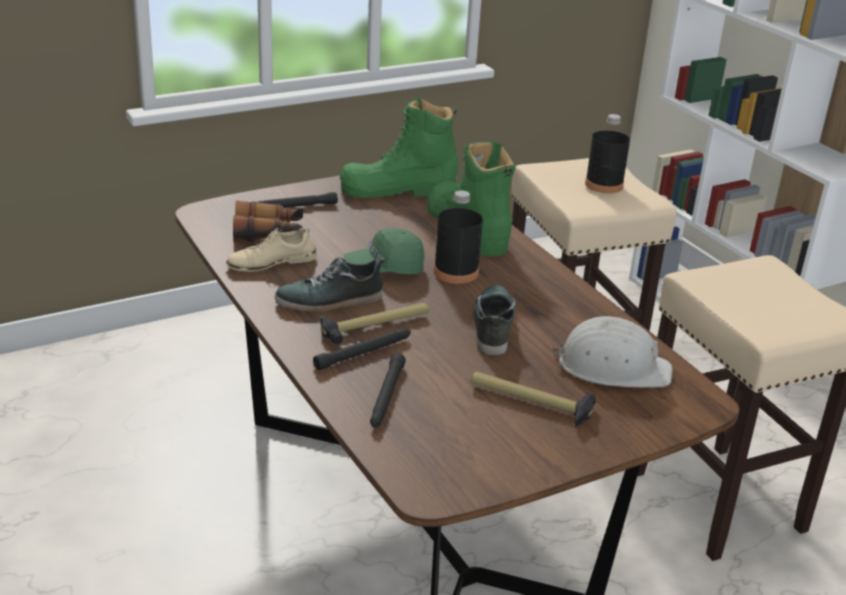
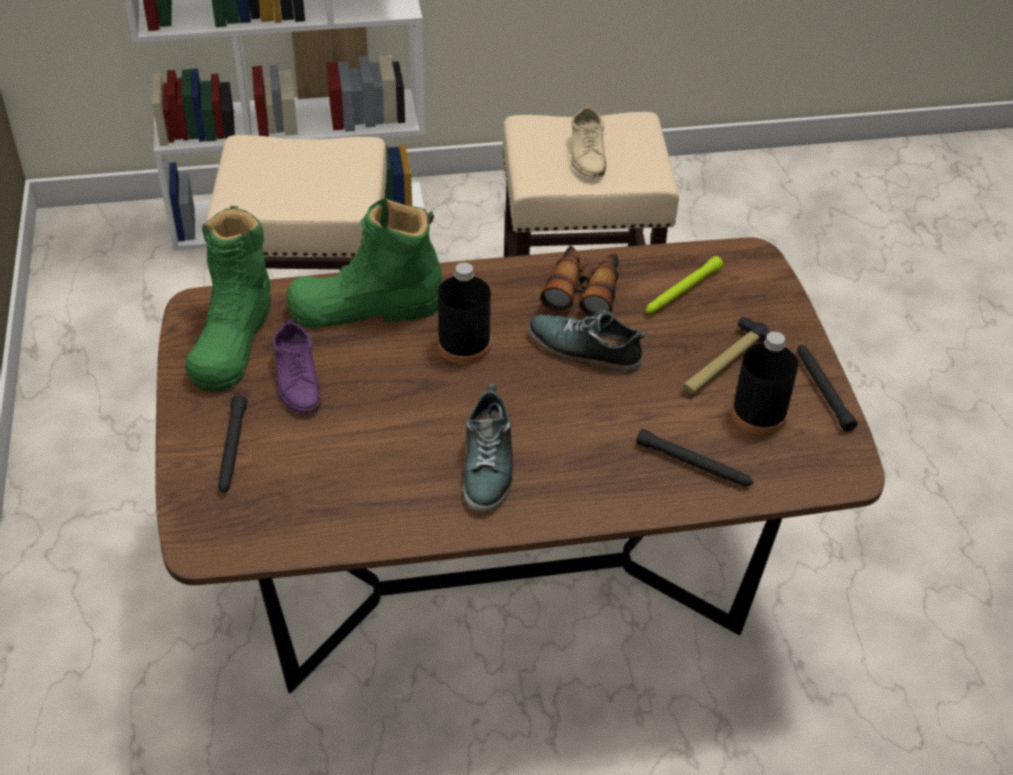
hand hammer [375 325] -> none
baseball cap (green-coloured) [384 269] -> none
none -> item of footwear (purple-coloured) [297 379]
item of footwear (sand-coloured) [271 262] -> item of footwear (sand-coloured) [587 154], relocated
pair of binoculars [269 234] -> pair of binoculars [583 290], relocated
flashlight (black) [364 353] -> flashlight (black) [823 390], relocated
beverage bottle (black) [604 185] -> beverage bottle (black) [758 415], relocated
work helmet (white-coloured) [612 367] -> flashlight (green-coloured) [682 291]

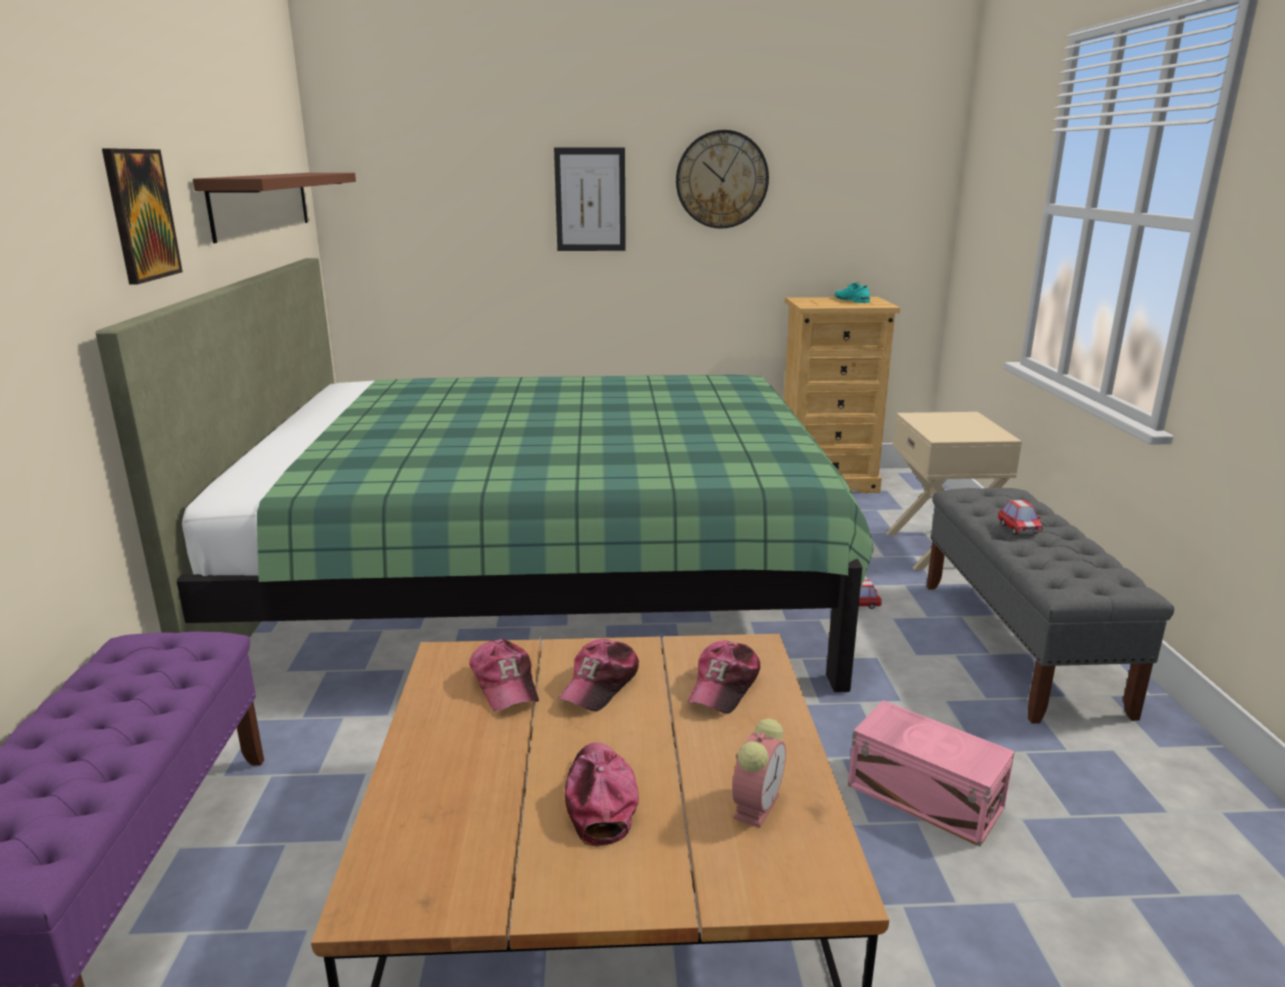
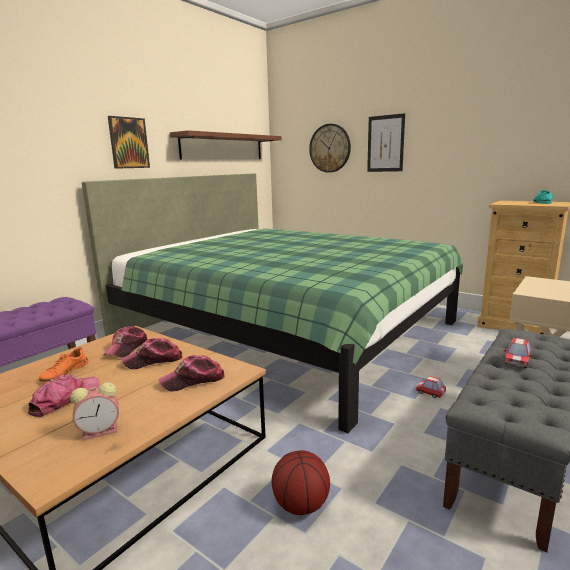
none -> item of footwear (orangey) [64 372]
clock on the wall [721 179] -> clock on the wall [330 148], relocated
storage box (pink) [923 794] -> basketball [301 505]

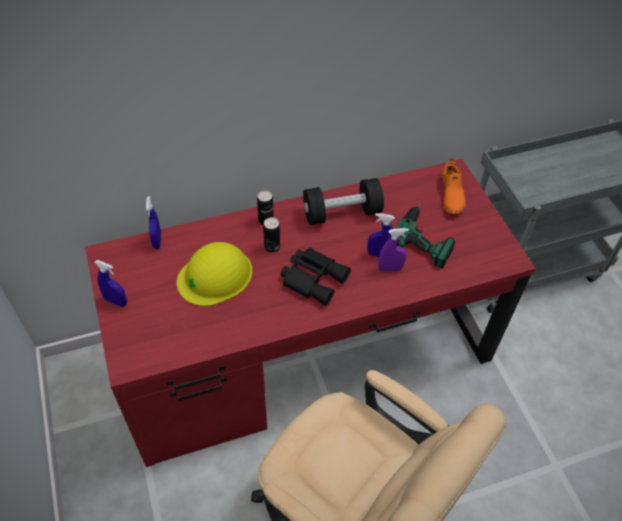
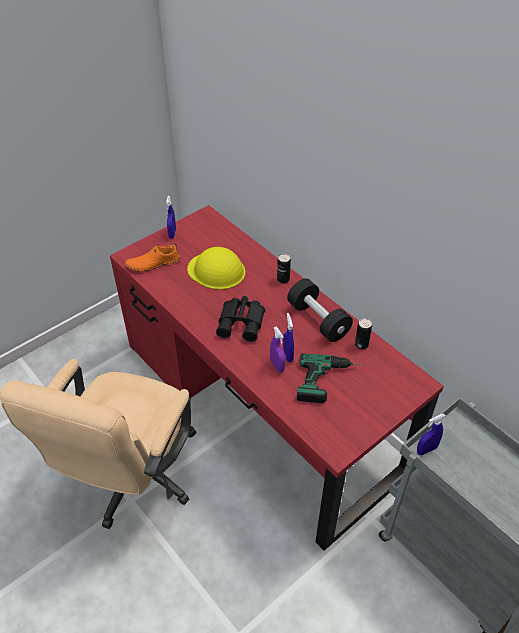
spray bottle (bluish) [157 241] -> spray bottle (bluish) [426 450], relocated
can [272 247] -> can [361 344], relocated
item of footwear (orangey) [451 194] -> item of footwear (orangey) [153 263], relocated

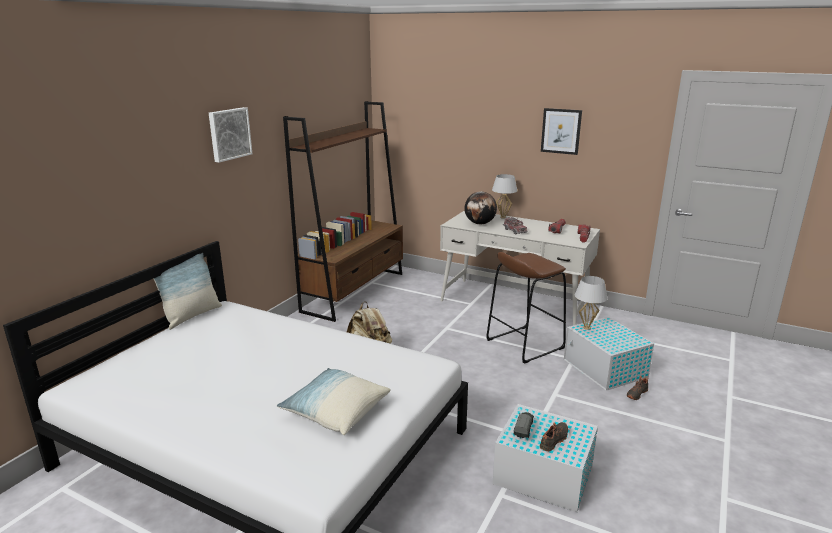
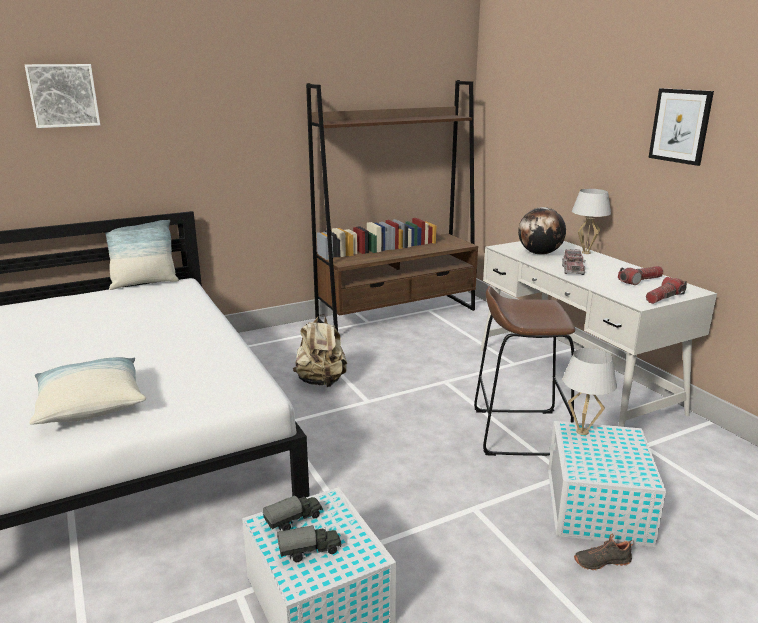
wall art [229 134] -> wall art [63 95], relocated
item of footwear (black) [554 440] -> toy truck [310 551]

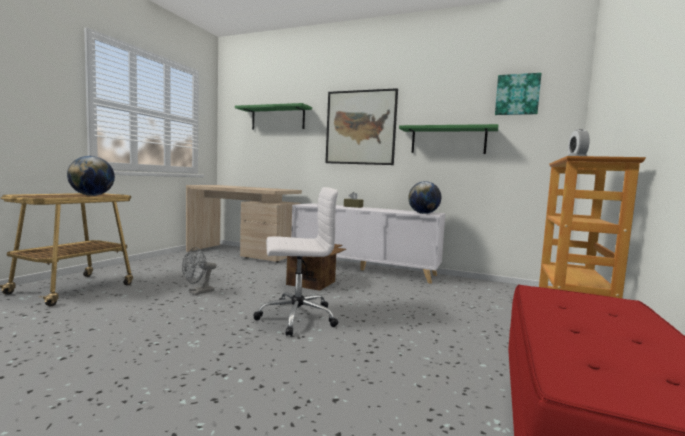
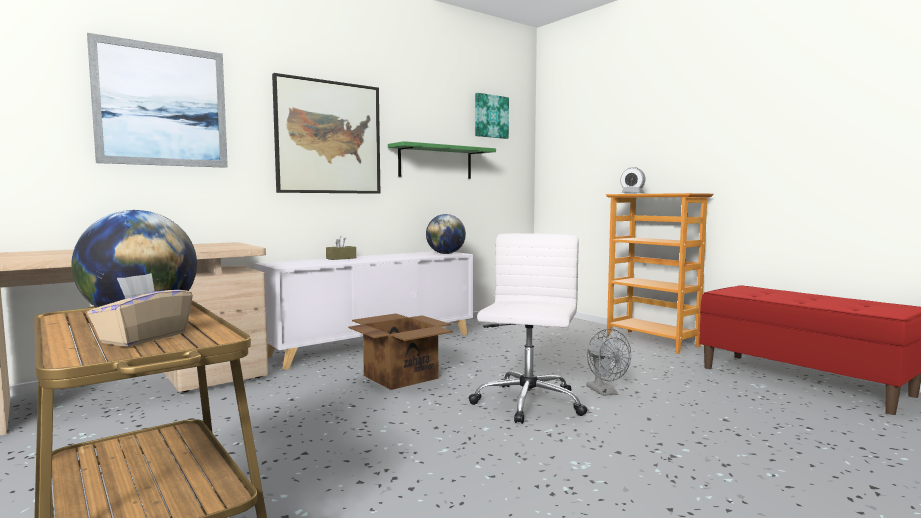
none -> tissue holder (sand-coloured) [143 338]
cooling fan (grey) [198 292] -> cooling fan (grey) [605 392], relocated
wall shelf (green-coloured) [278 118] -> wall art [162 105]

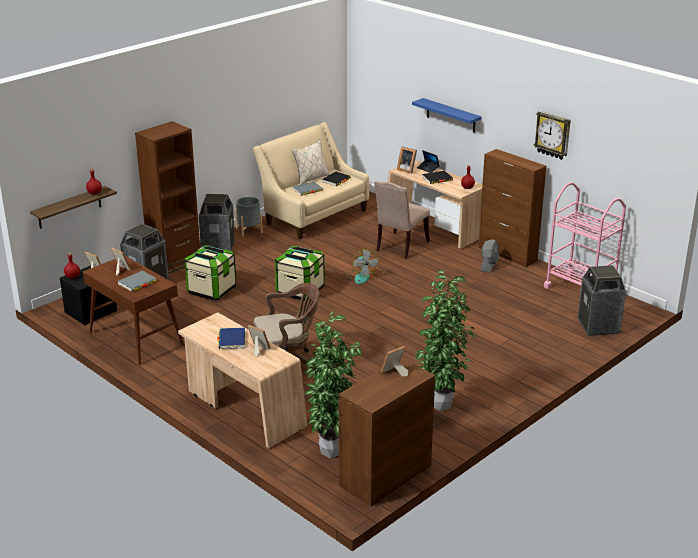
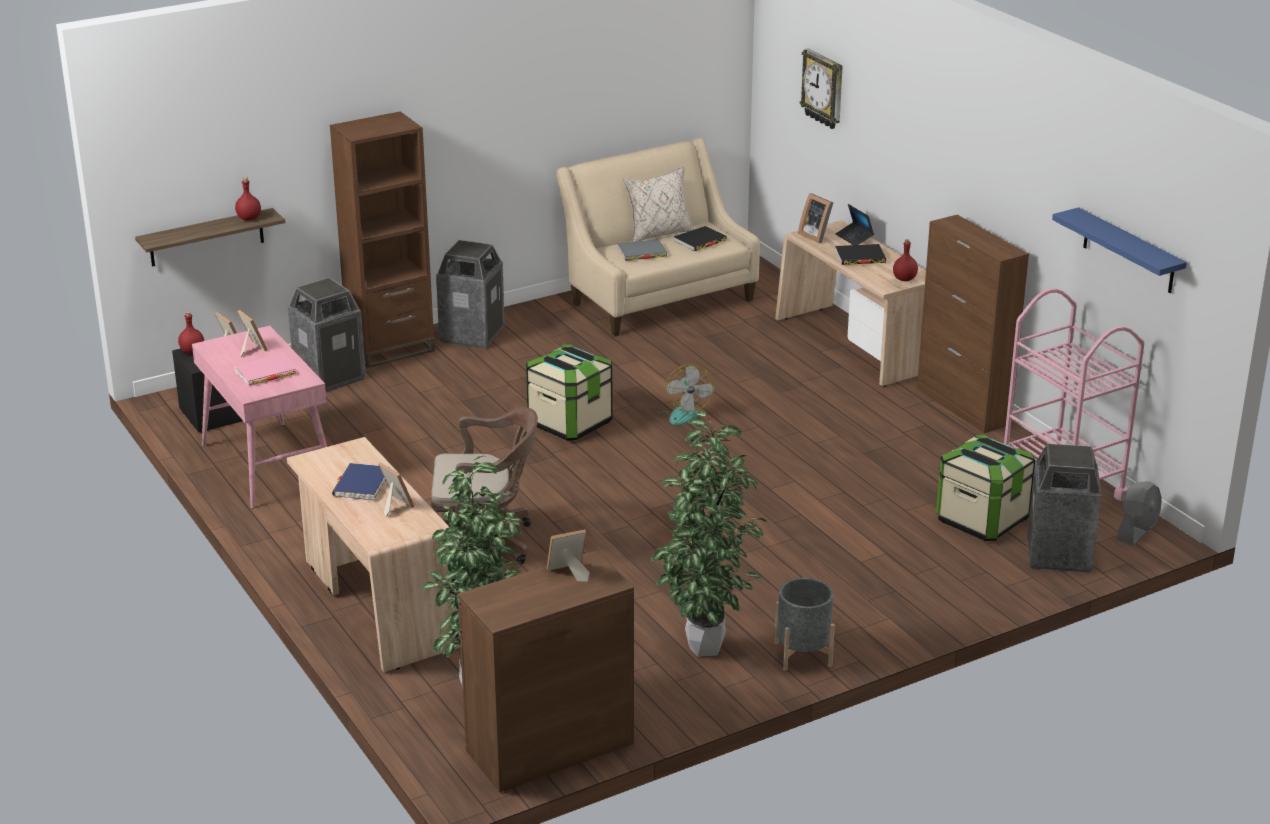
upright chair (sand-coloured) [400 247] -> none
storage box [211 290] -> storage box [981 520], relocated
plant pot (grey) [249 230] -> plant pot (grey) [803 654], relocated
wall shelf (bluish) [451 115] -> wall shelf (bluish) [1129 251], relocated
cooling fan (grey) [489 265] -> cooling fan (grey) [1137 531], relocated
clock on the wall [553 135] -> clock on the wall [824 89], relocated
desk unit (brown) [135 338] -> desk unit (pink) [267 464]
volume (grey) [137 283] -> volume (pink) [265 373]

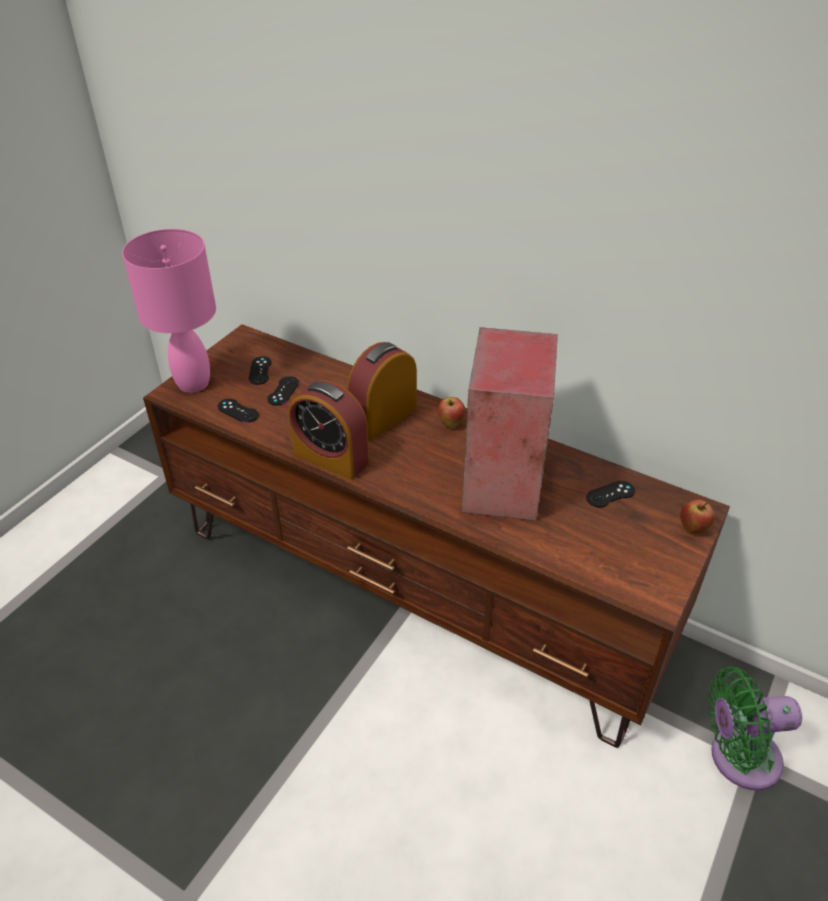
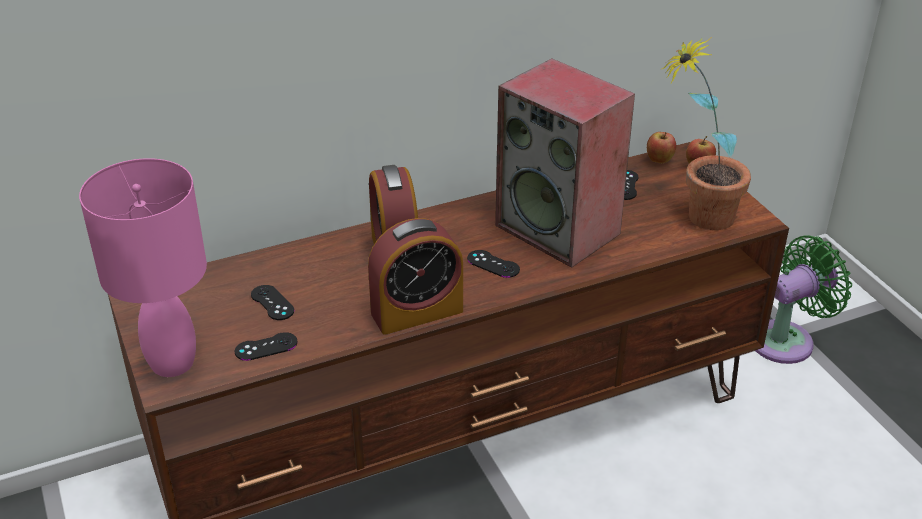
none -> potted plant [696 217]
gamepad (black) [260 371] -> gamepad (black) [493 264], relocated
apple fruit [450 424] -> apple fruit [659 161], relocated
cooling fan (green-coloured) [738 757] -> cooling fan (green-coloured) [787 340], 150 degrees counterclockwise

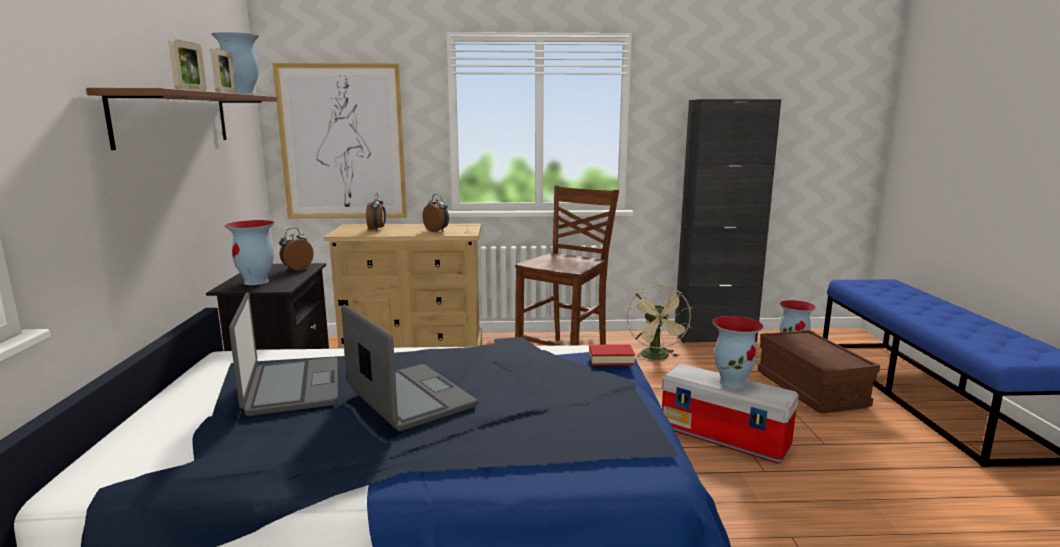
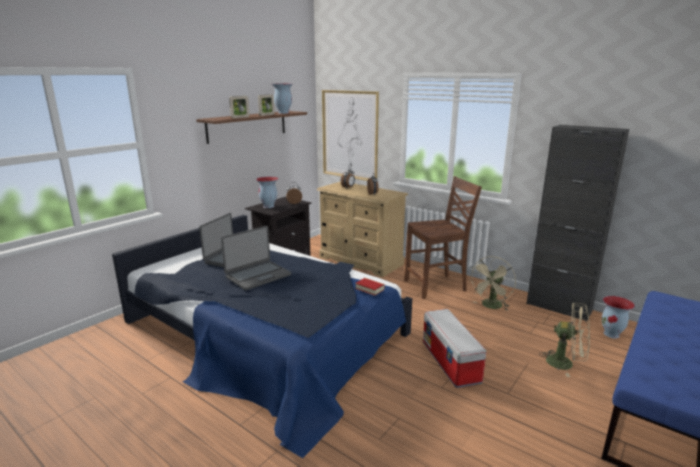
vase [732 382] -> none
storage box (brown) [811 389] -> cooling fan (sand-coloured) [565 363]
portable computer [409 398] -> portable computer [257 276], 45 degrees clockwise

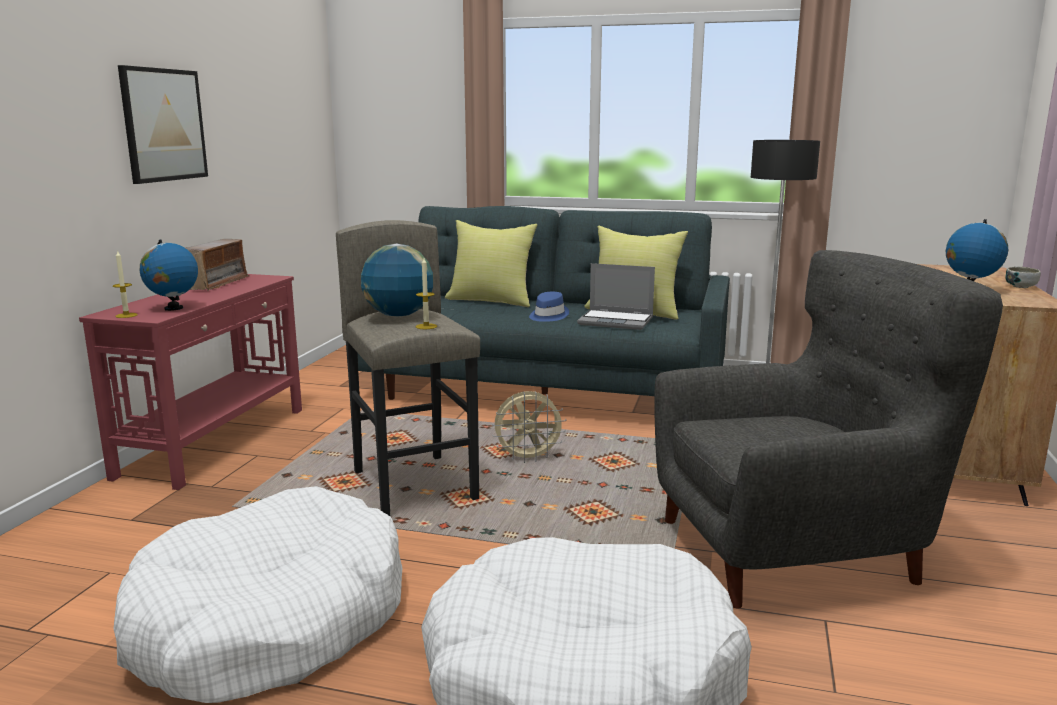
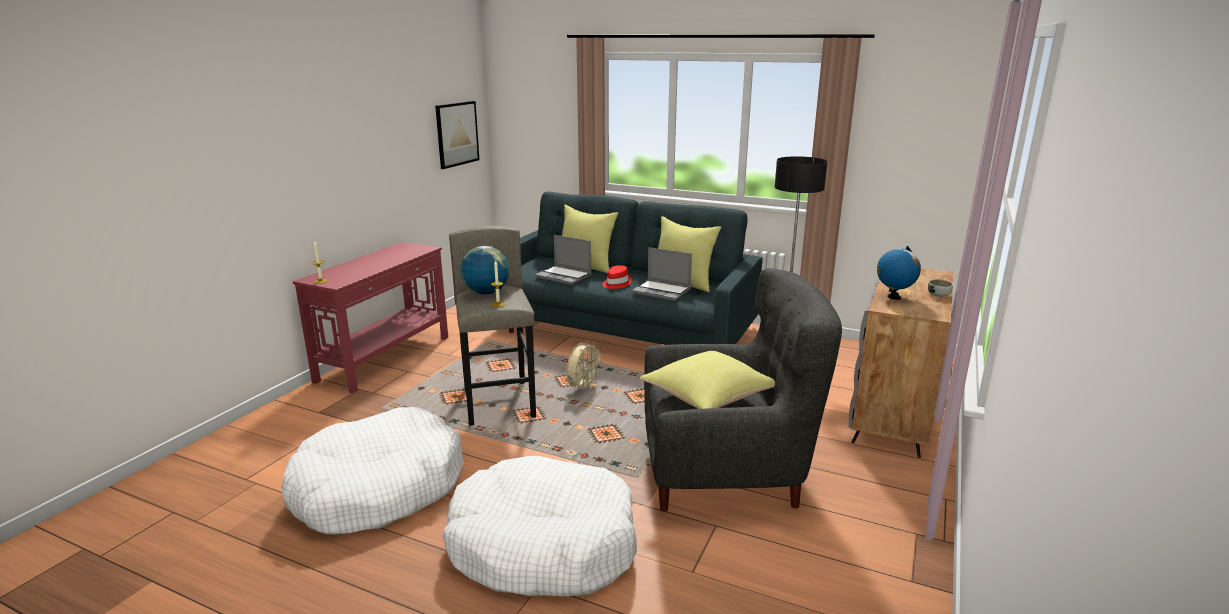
world globe [173 308] -> none
radio set [216 284] -> none
none -> portable computer [564 276]
none -> cushion (yellow) [708 400]
wall art [164 125] -> wall art [457 134], relocated
hat (bluish) [548 316] -> hat (red-coloured) [616 283]
cooling fan (sand-coloured) [528 458] -> cooling fan (sand-coloured) [583 388], 60 degrees counterclockwise

